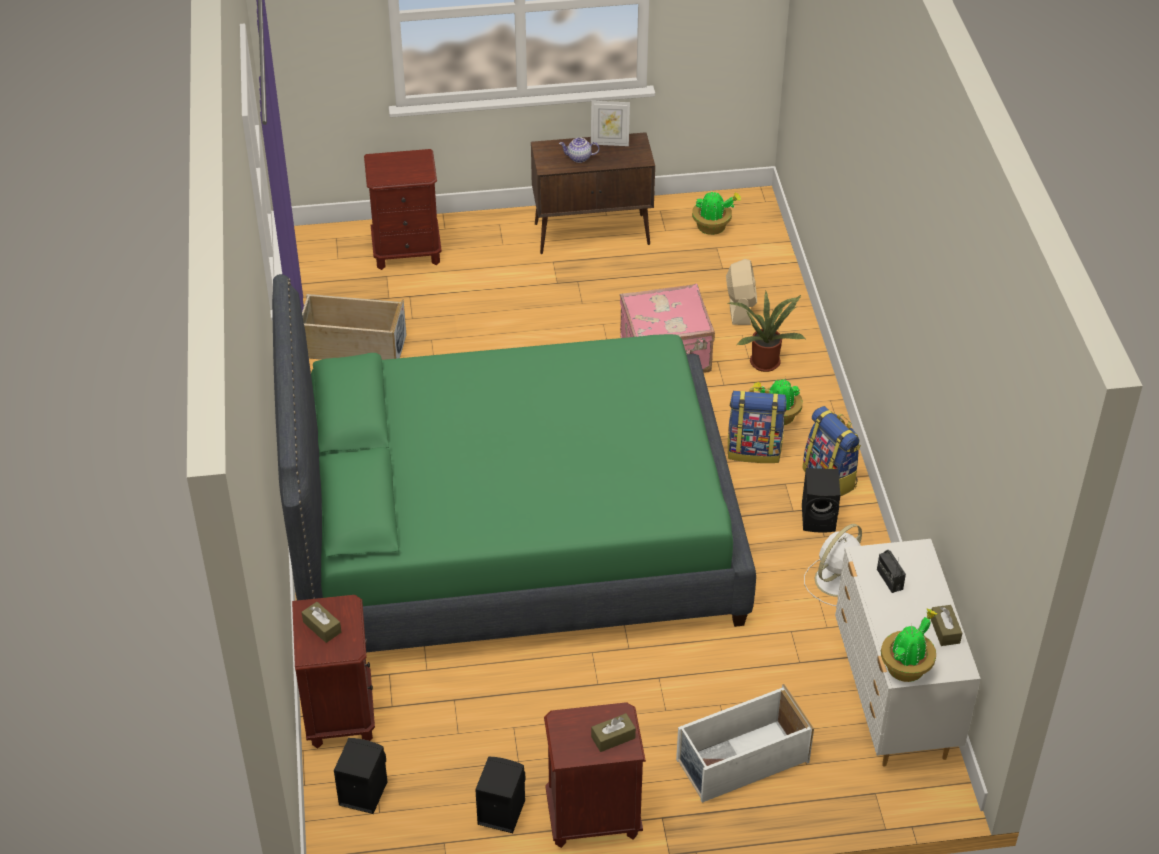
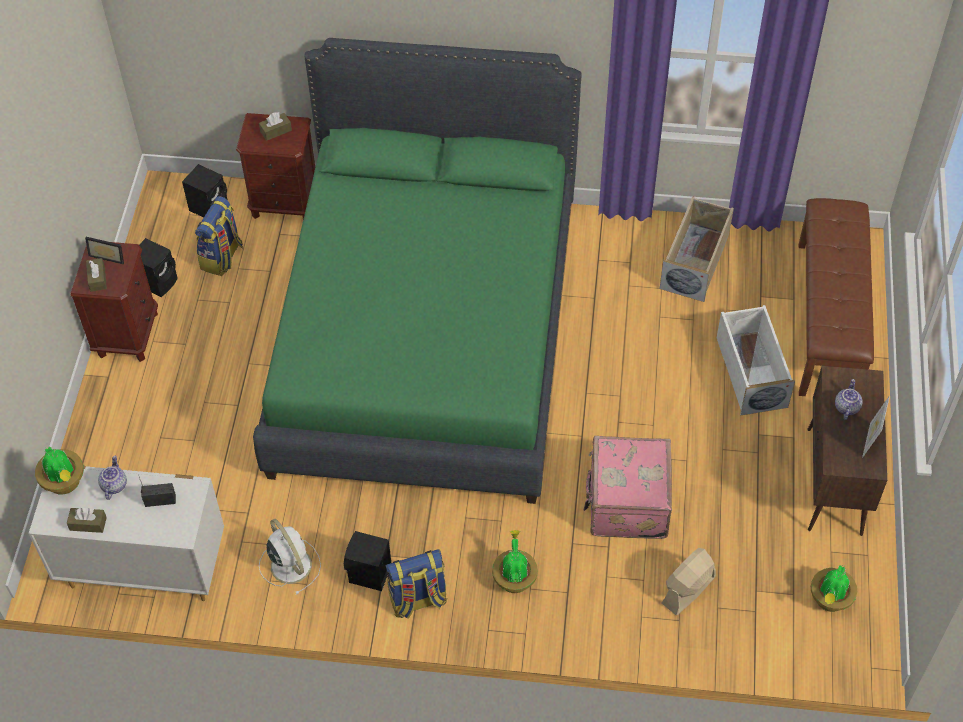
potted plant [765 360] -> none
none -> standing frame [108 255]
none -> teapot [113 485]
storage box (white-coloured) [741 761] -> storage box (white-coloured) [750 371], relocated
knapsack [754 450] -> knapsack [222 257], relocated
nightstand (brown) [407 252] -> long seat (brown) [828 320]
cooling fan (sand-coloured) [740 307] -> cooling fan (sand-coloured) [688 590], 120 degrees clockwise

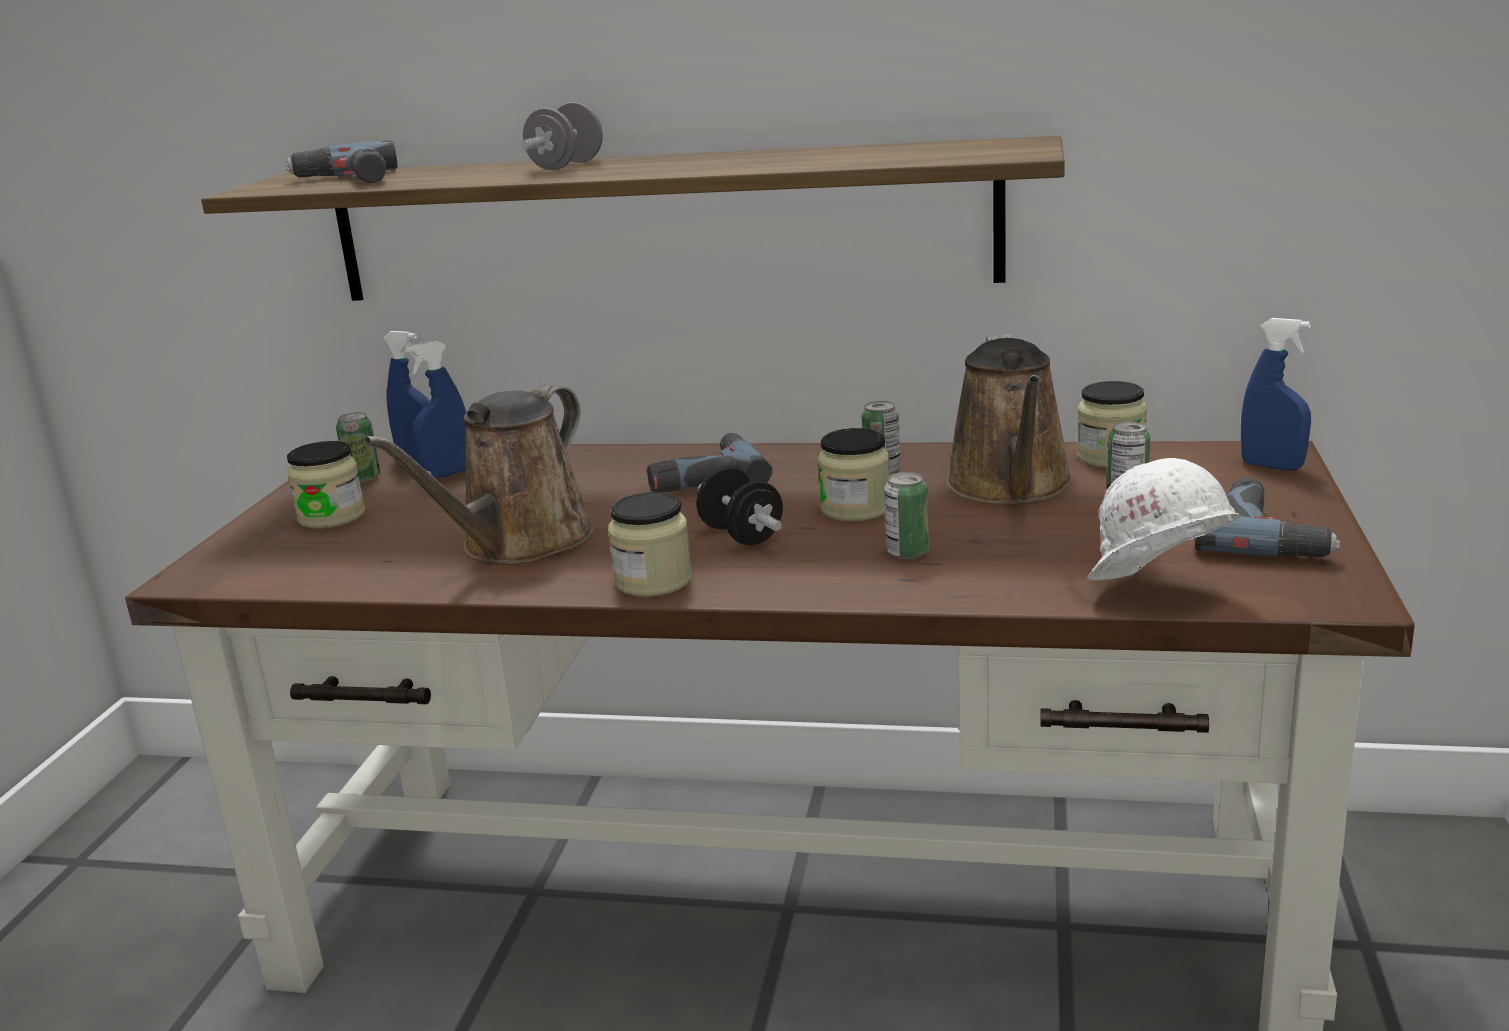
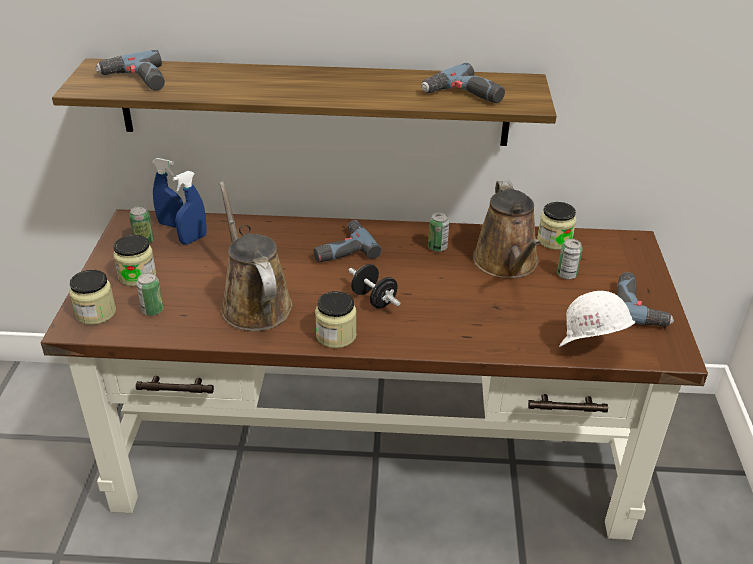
free weight (grey) [566 166] -> none
spray bottle (bluish) [1272 466] -> none
none -> electric drill [463 96]
preserve jar [855 509] -> preserve jar [96 313], relocated
can [907 553] -> can [153 310], relocated
watering pot (brown) [519 544] -> watering pot (brown) [254 303], 135 degrees clockwise

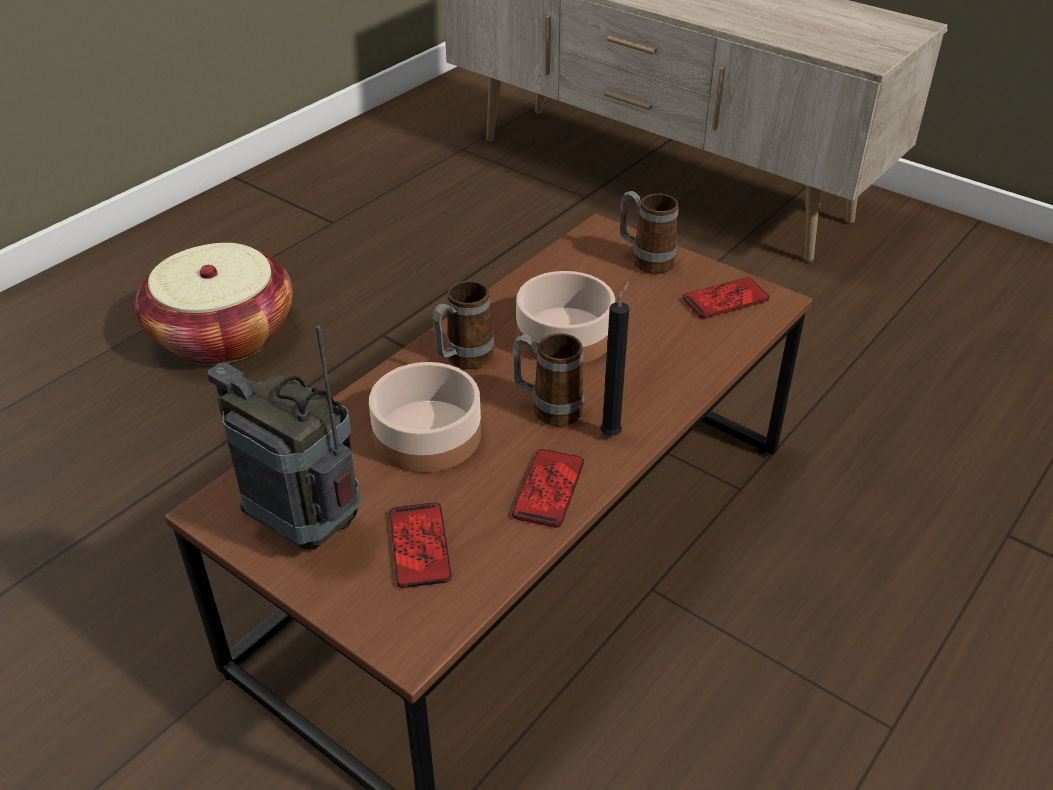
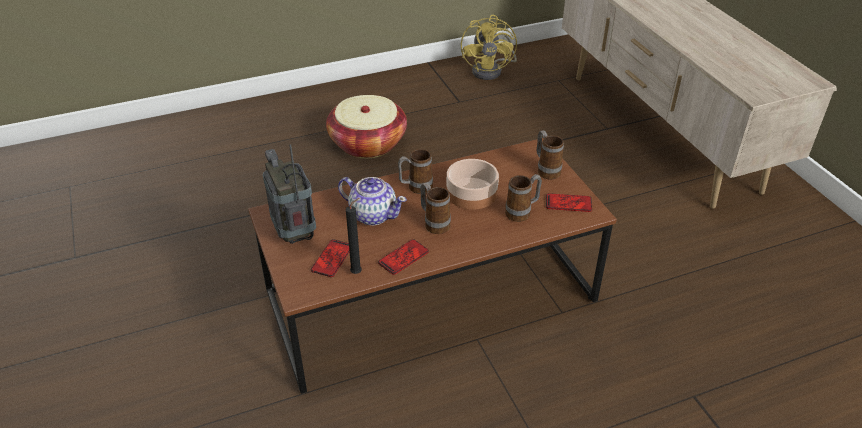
none -> cooling fan (yellow) [492 70]
none -> tea mug [522 213]
wax candle (black) [612 433] -> wax candle (black) [358 272], relocated
serving bowl [427 434] -> teapot [373 214]

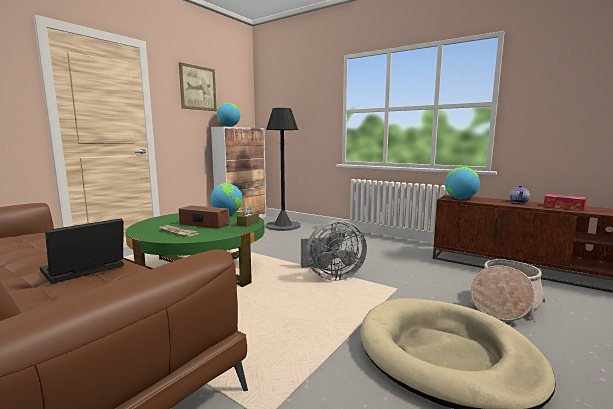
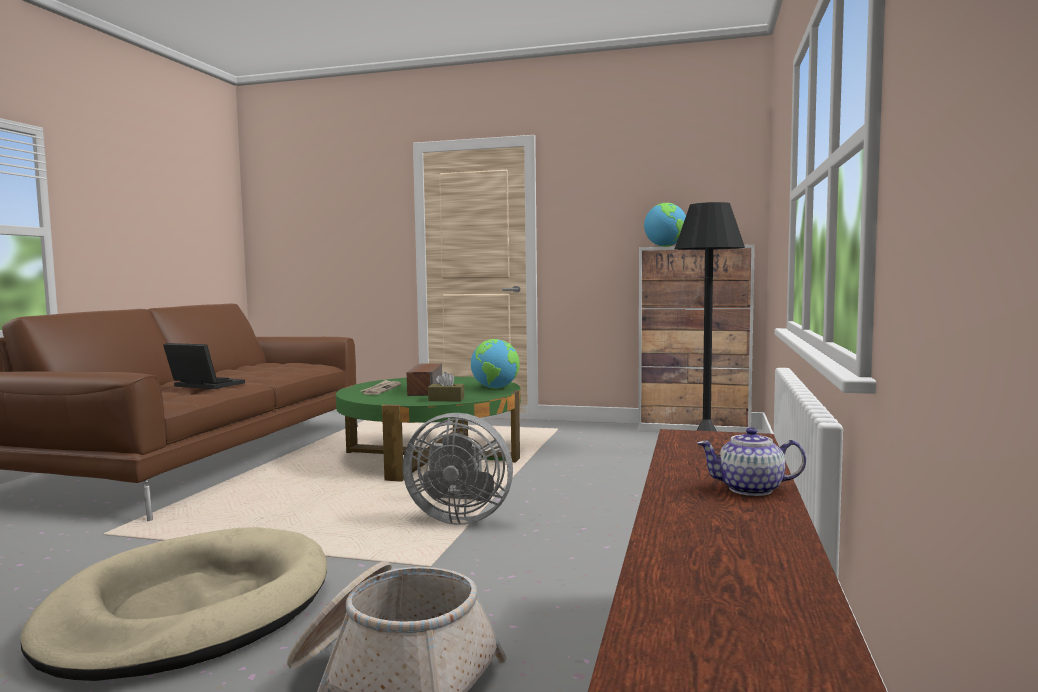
wall art [198 88] -> none
world globe [460 199] -> none
tissue holder [564 207] -> none
cooling fan (grey) [331 276] -> cooling fan (grey) [458 517], 45 degrees counterclockwise

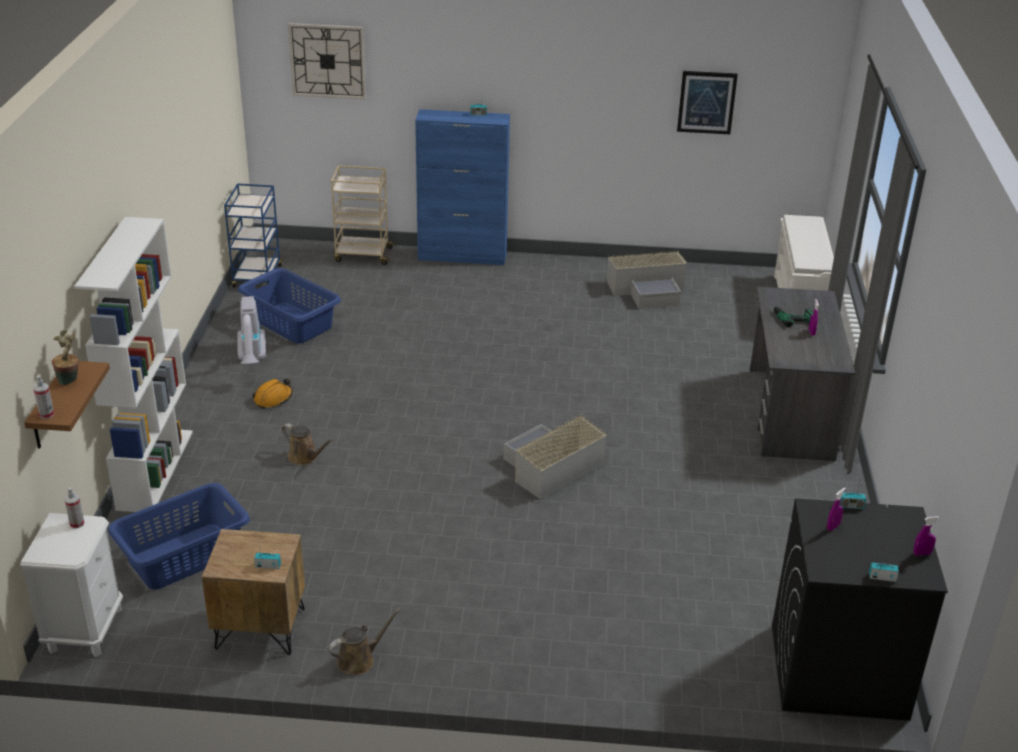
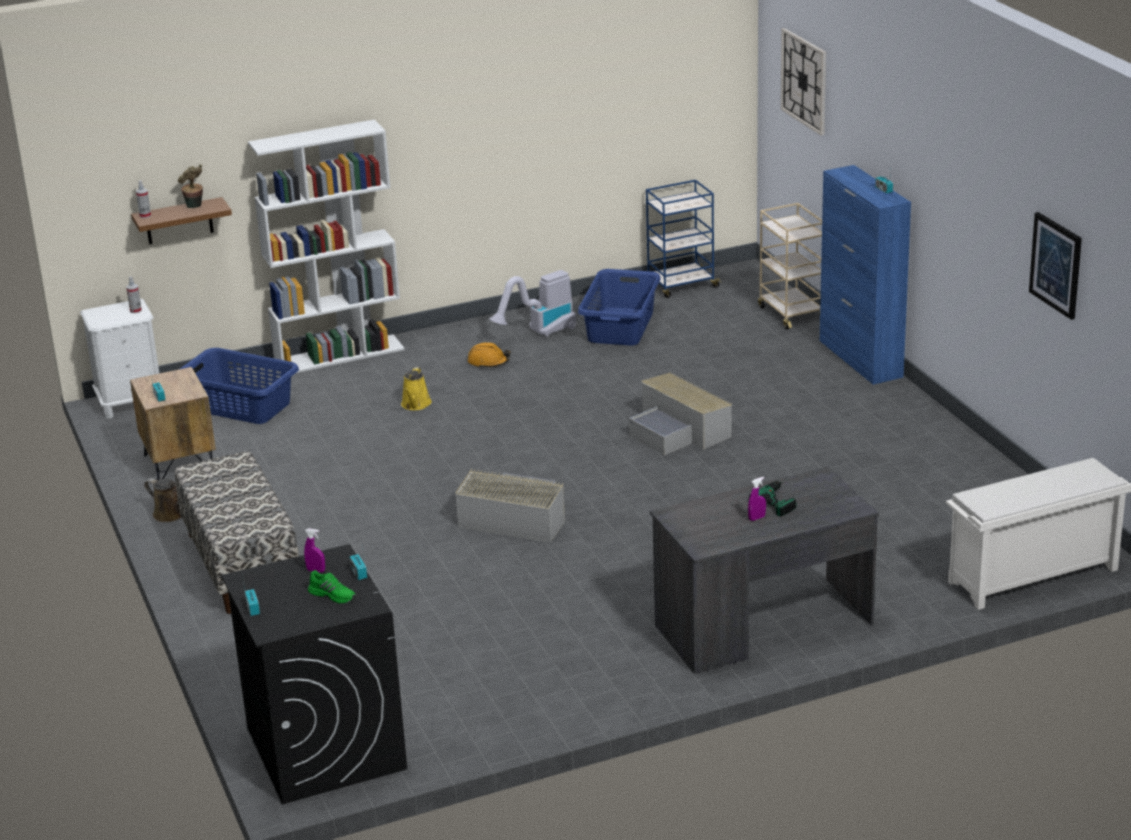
spray bottle (purple-coloured) [922 553] -> none
none -> long seat [241 565]
none -> item of footwear (green-coloured) [333 595]
storage box (grey) [649 290] -> storage box (grey) [679 431], relocated
watering pot (brown) [305 457] -> watering pot (yellow) [415 405]

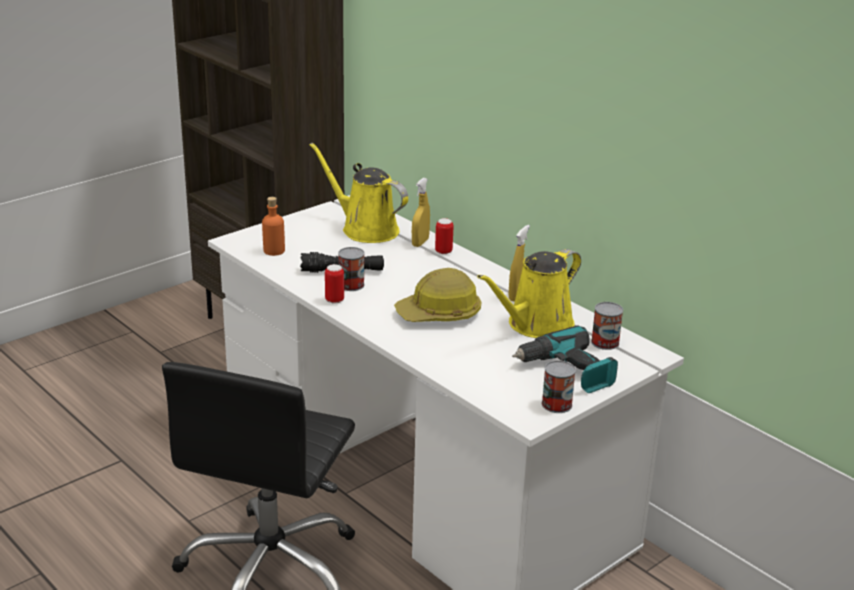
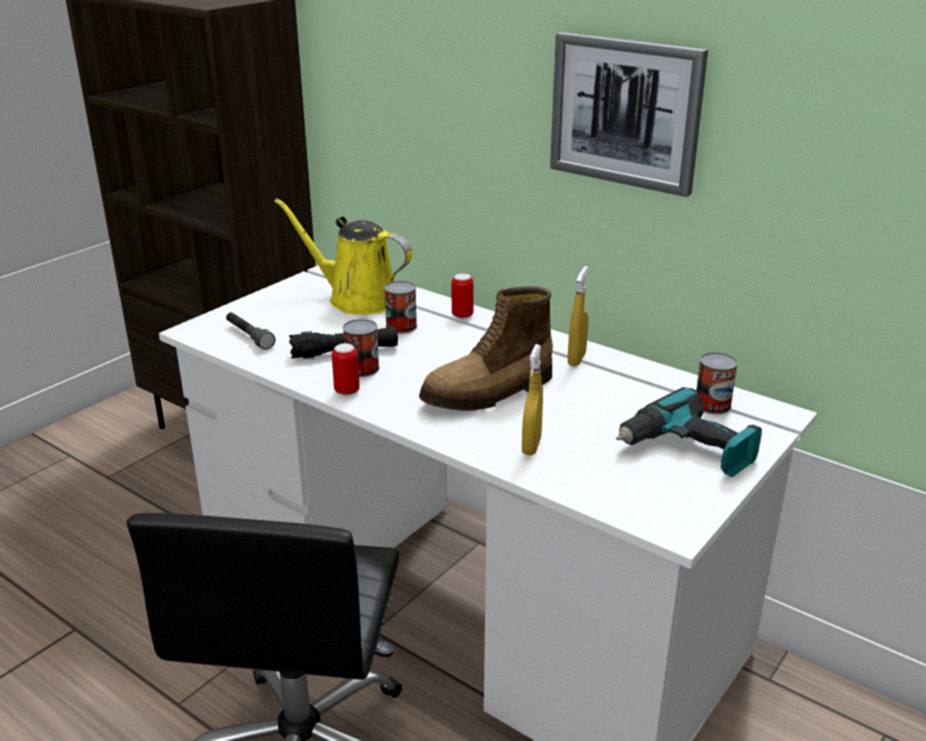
watering pot (yellow) [535 325] -> none
none -> wall art [626 112]
spray bottle (yellow) [420 243] -> spray bottle (yellow) [531 446], relocated
can [556 404] -> can [401 326], relocated
beverage bottle (orangey) [274 251] -> flashlight (grey) [249 337]
work helmet [439 314] -> tall boot [489 393]

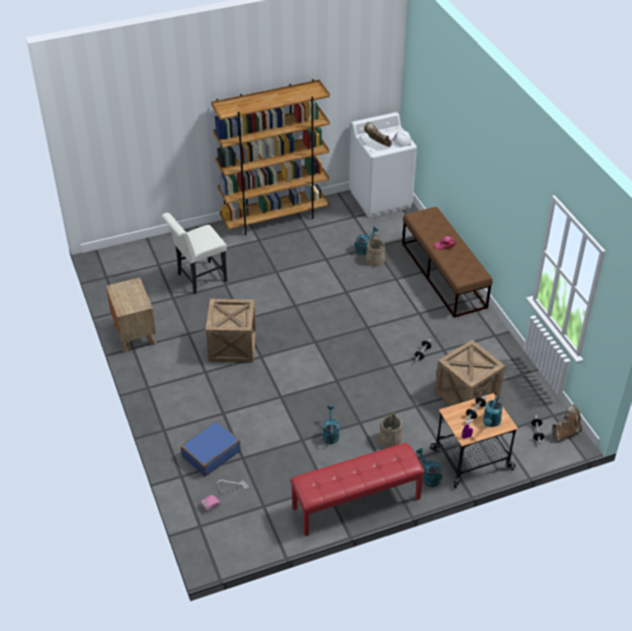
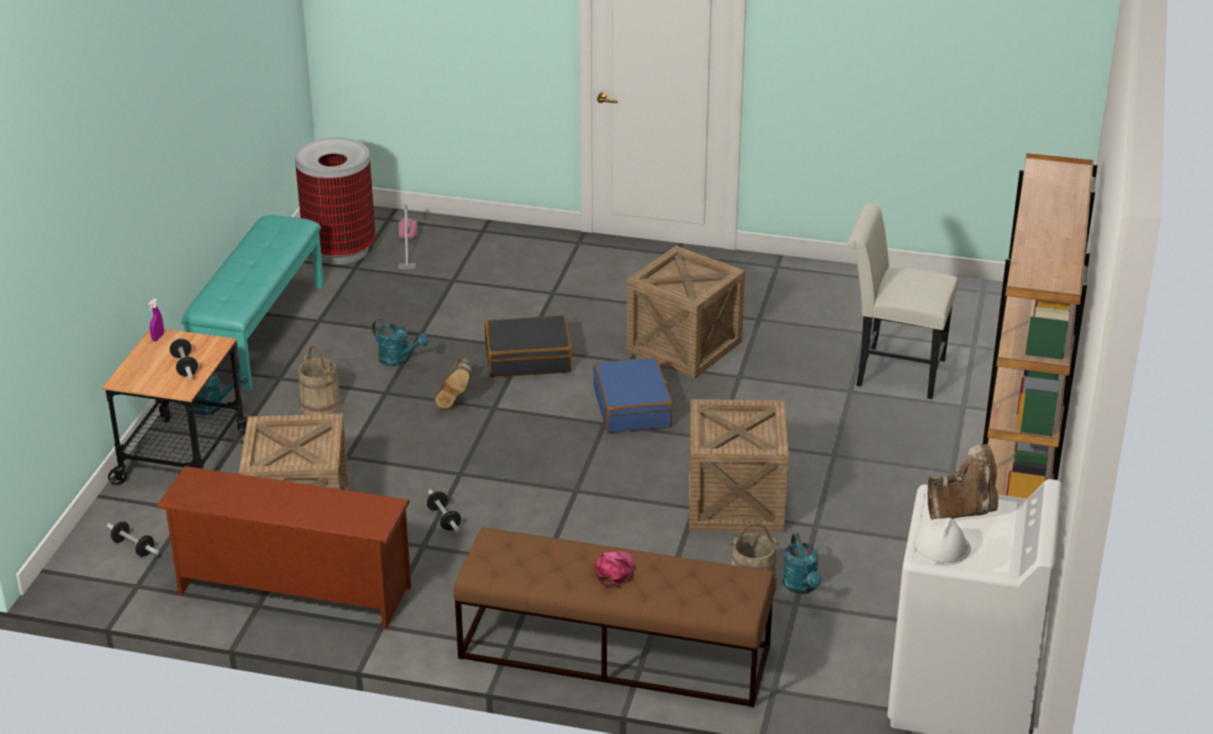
nightstand (brown) [134 334] -> none
watering pot (blue-green) [491 422] -> none
none -> shoe shelf (brown) [291 591]
none -> waste bin [340 250]
none -> travel case (black) [528 358]
none -> crate [735 502]
travel case (bluish) [211 453] -> travel case (bluish) [632 407], relocated
tall boot (brown) [565 433] -> tall boot (brown) [455 399], relocated
long seat (red-coloured) [356 503] -> long seat (blue-green) [259 332]
upright chair (white-coloured) [198 279] -> upright chair (white-coloured) [893 371], 75 degrees counterclockwise

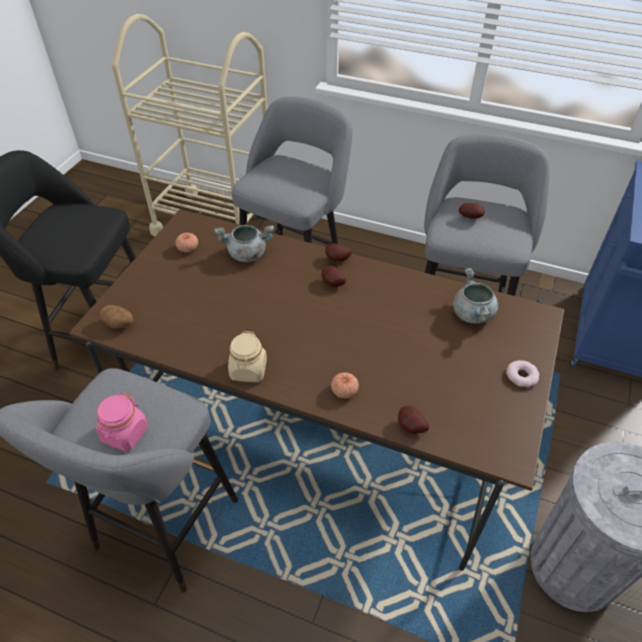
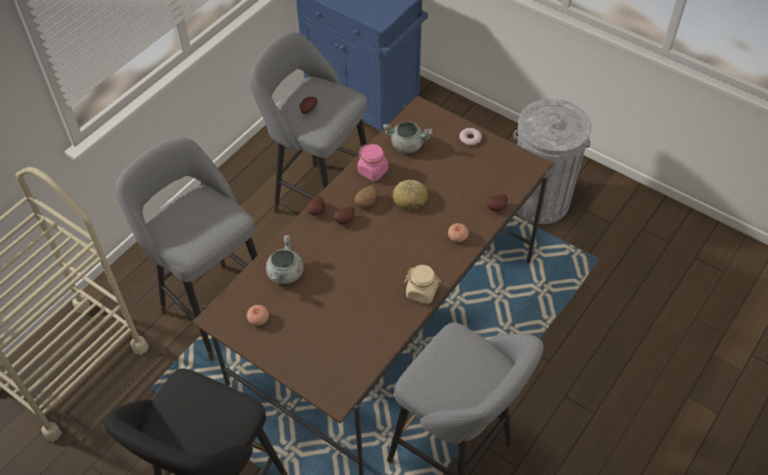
none -> bakery bread [410 199]
preserve jar (pink) [125 433] -> preserve jar (pink) [373 171], relocated
spud [120 324] -> spud [366 202], relocated

